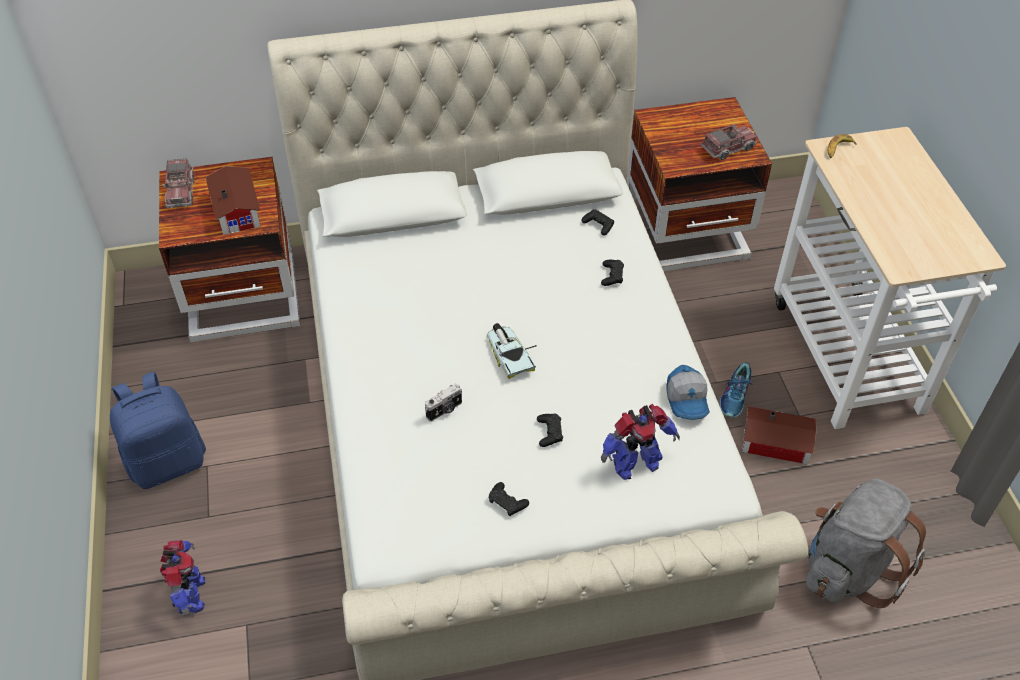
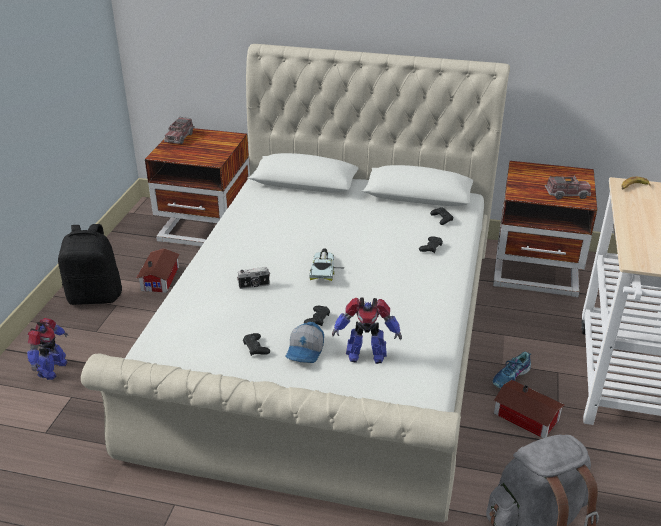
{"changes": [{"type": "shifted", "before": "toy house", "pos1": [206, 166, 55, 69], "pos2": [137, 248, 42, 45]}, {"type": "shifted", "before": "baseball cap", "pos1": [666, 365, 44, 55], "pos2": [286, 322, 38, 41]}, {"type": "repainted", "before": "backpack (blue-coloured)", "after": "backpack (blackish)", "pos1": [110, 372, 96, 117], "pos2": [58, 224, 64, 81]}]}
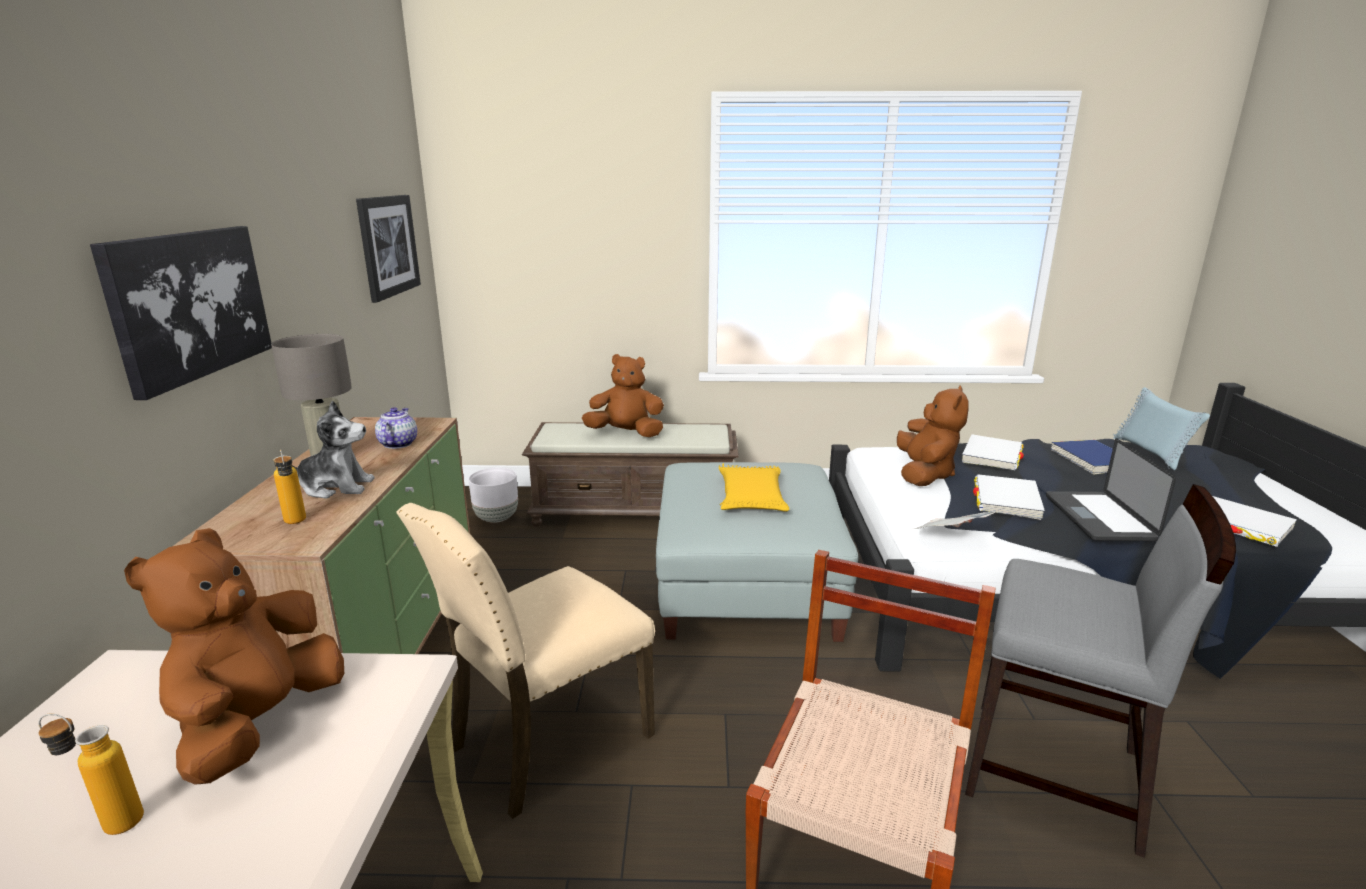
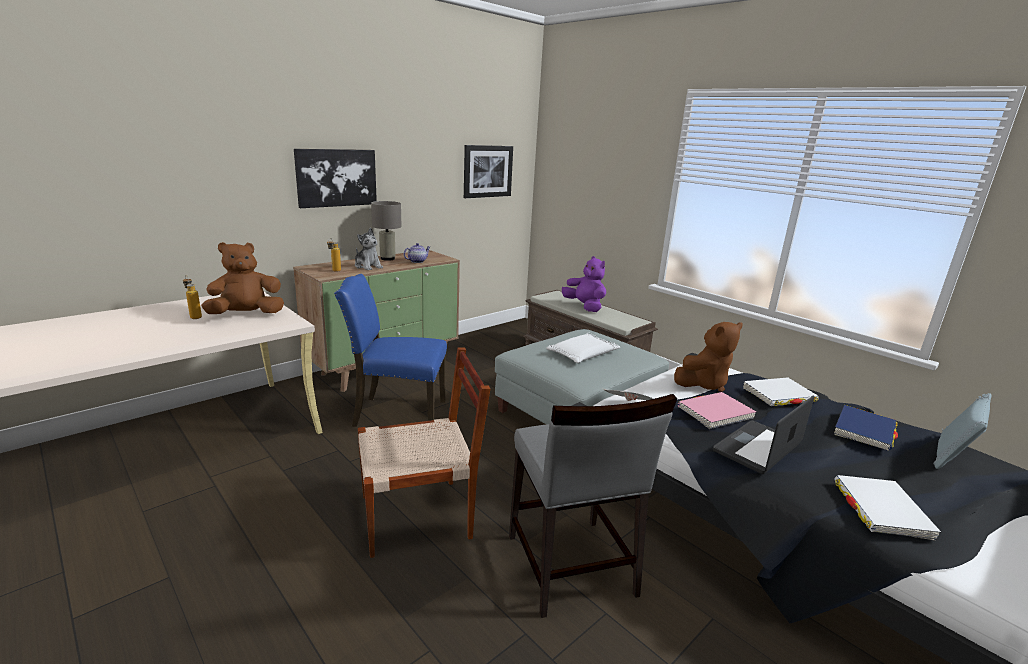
{"changes": [{"type": "repainted", "before": "soft toy (brown-coloured)", "after": "soft toy (purple)", "pos1": [582, 354, 82, 83], "pos2": [562, 256, 44, 56]}, {"type": "repainted", "before": "throw pillow (yellowish)", "after": "throw pillow (whitish)", "pos1": [719, 464, 71, 48], "pos2": [546, 332, 74, 31]}, {"type": "gone", "before": "flower pot (whitish)", "pos1": [468, 468, 50, 55]}, {"type": "repainted", "before": "bound book (whitish)", "after": "bound book (pink)", "pos1": [973, 474, 72, 46], "pos2": [678, 392, 78, 37]}, {"type": "repainted", "before": "chair (beige-coloured)", "after": "chair (blue-coloured)", "pos1": [396, 503, 259, 316], "pos2": [334, 274, 113, 153]}]}
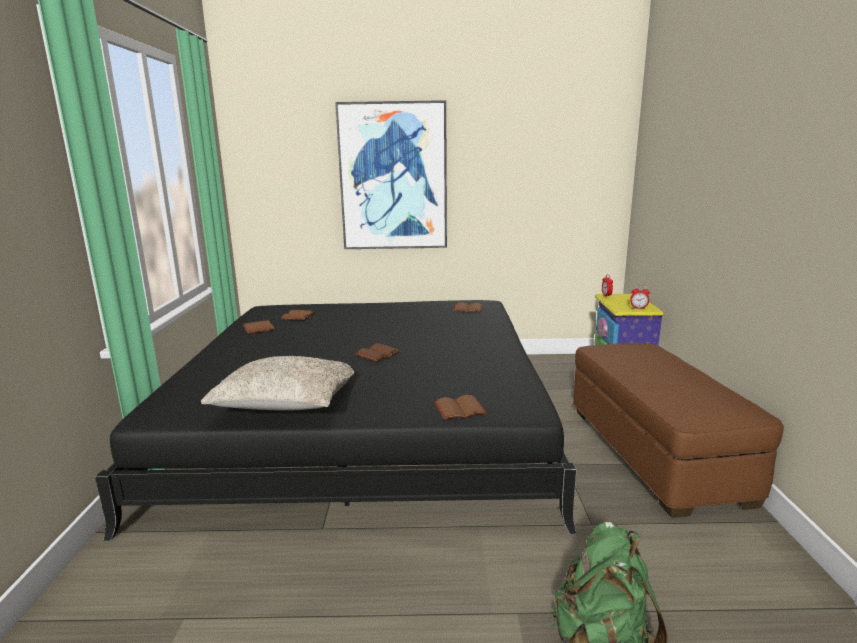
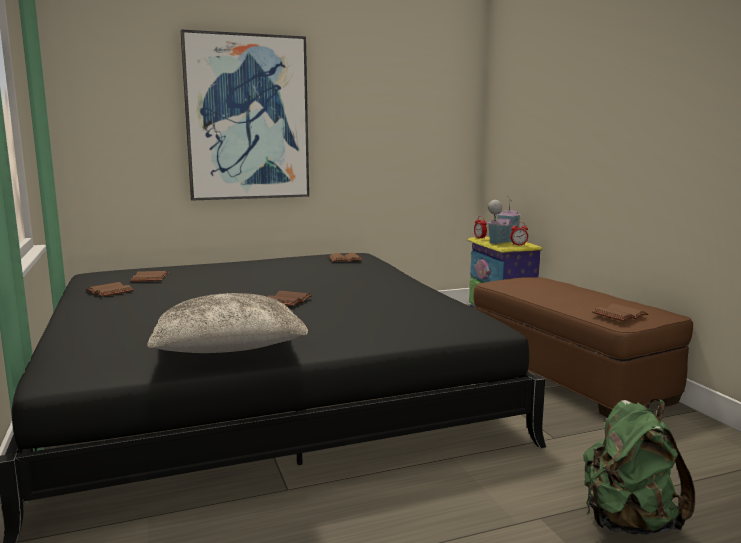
{"changes": [{"type": "shifted", "before": "bound book (brown-coloured)", "pos1": [434, 395, 53, 25], "pos2": [592, 304, 56, 17]}, {"type": "new", "after": "toy house", "pos2": [487, 197, 34, 47]}]}
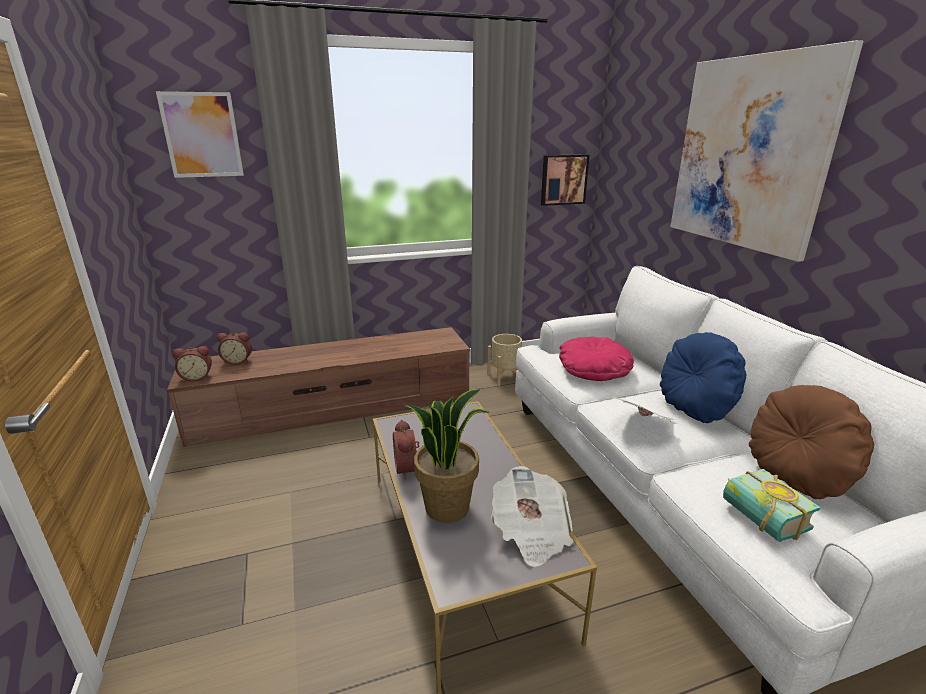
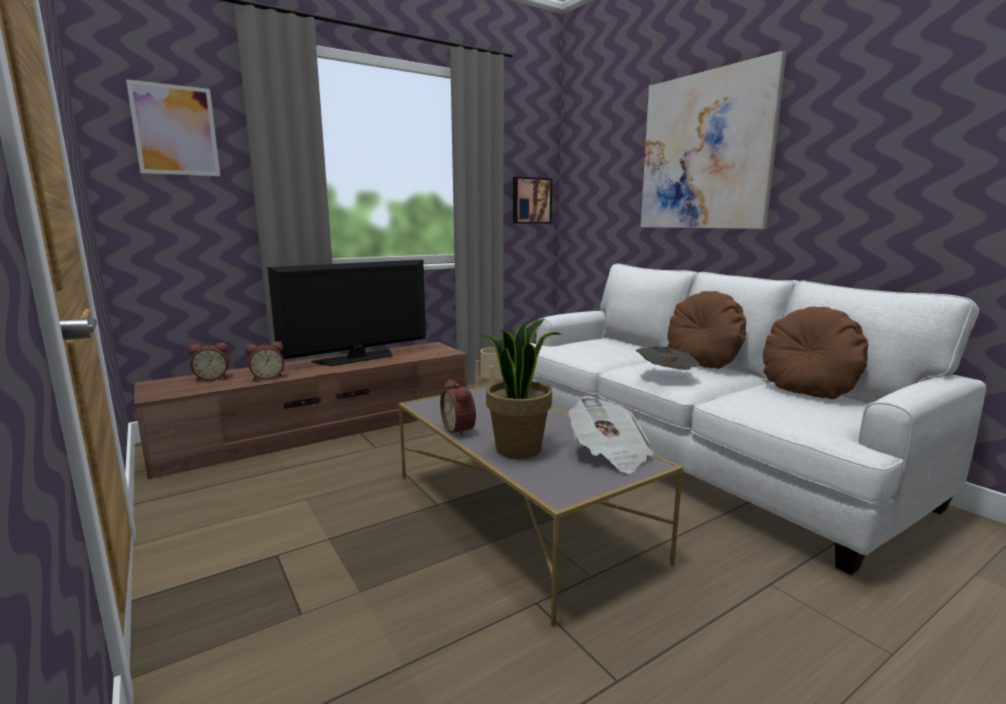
{"changes": [{"type": "repainted", "before": "throw pillow (blue-coloured)", "after": "throw pillow (brown-coloured)", "pos1": [660, 332, 86, 91], "pos2": [667, 291, 79, 78]}, {"type": "gone", "before": "throw pillow (pink)", "pos1": [559, 337, 75, 44]}, {"type": "shifted", "before": "alarm clock", "pos1": [173, 346, 39, 36], "pos2": [245, 341, 39, 39]}, {"type": "gone", "before": "bound book", "pos1": [723, 469, 98, 73]}, {"type": "new", "after": "TV set", "pos2": [267, 259, 159, 107]}]}
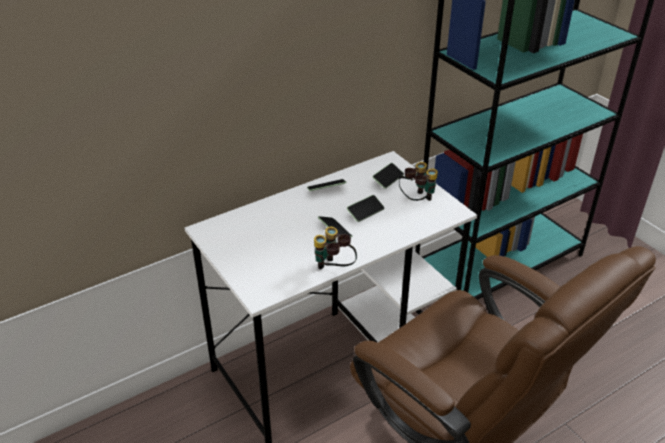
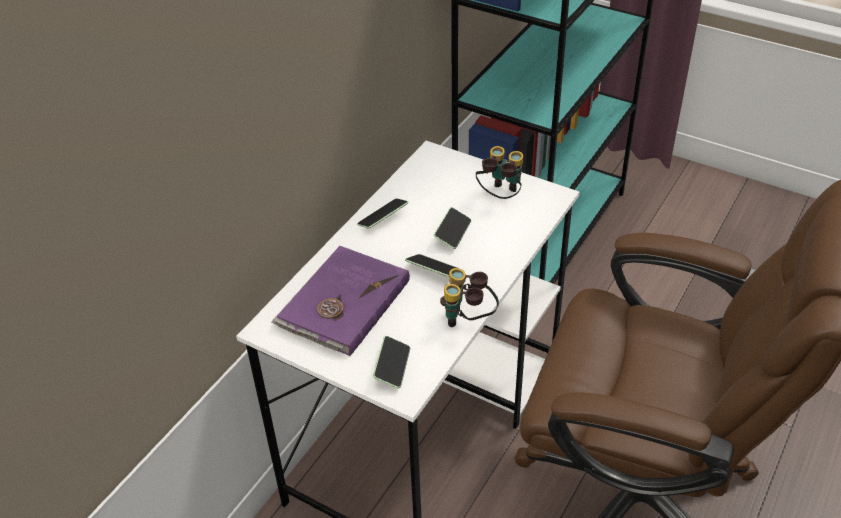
{"changes": [{"type": "shifted", "before": "telephone", "pos1": [372, 163, 32, 25], "pos2": [373, 336, 37, 52]}, {"type": "new", "after": "bound book (purple)", "pos2": [271, 246, 139, 110]}]}
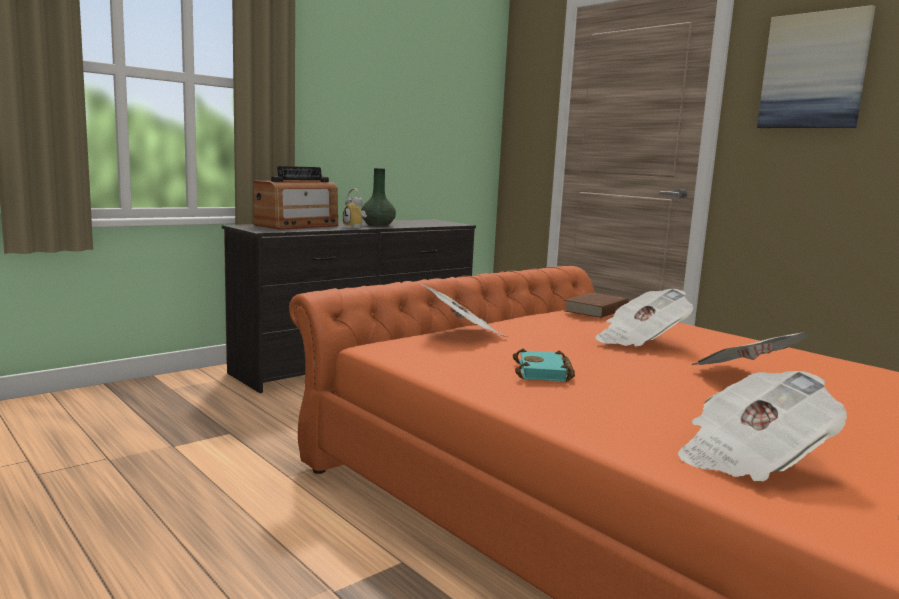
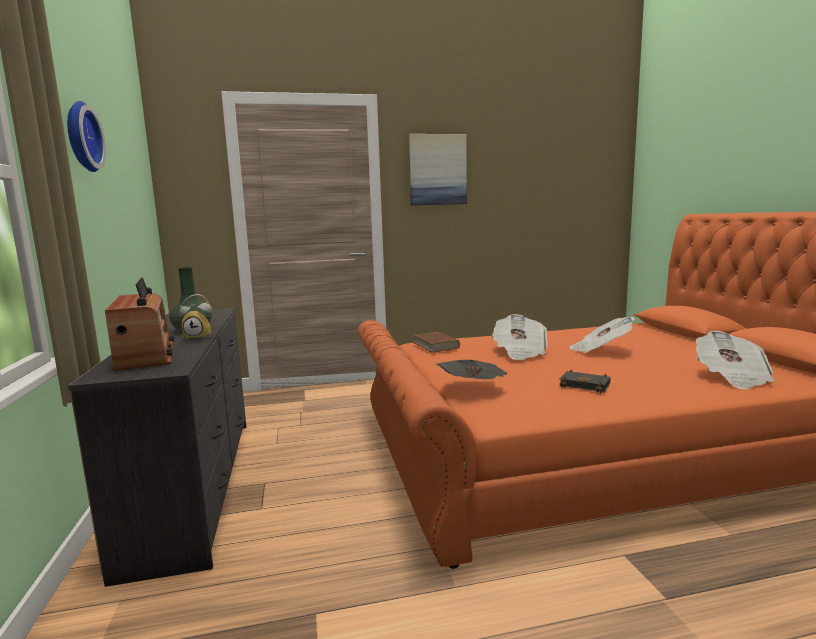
{"changes": [{"type": "repainted", "before": "bound book (turquoise-coloured)", "after": "bound book (blackish)", "pos1": [513, 349, 62, 33], "pos2": [559, 370, 52, 23]}, {"type": "new", "after": "wall clock", "pos2": [67, 101, 39, 71]}]}
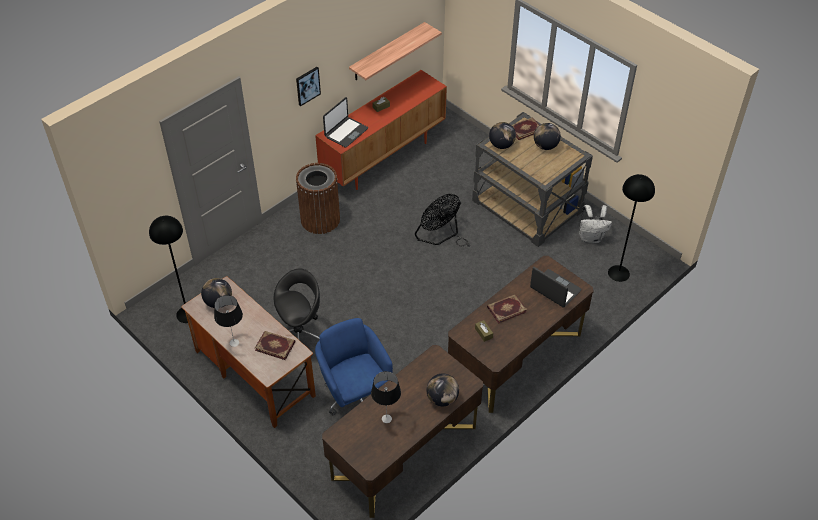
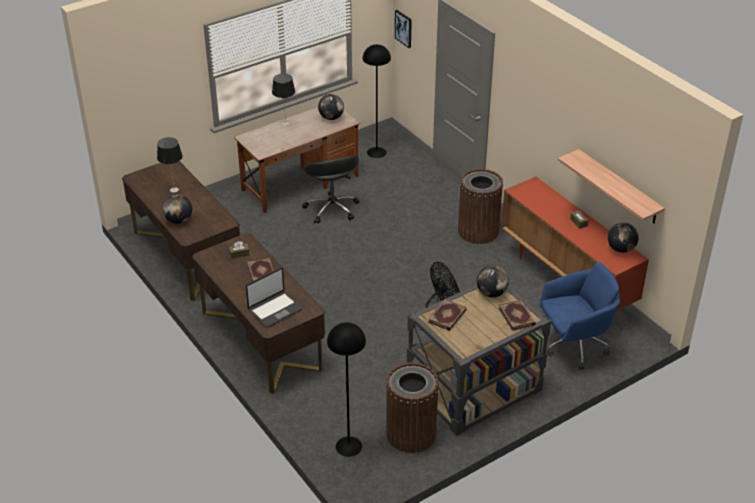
{"changes": [{"type": "shifted", "before": "wall art", "pos1": [296, 67, 25, 39], "pos2": [395, 10, 17, 38]}, {"type": "gone", "before": "portable computer", "pos1": [323, 97, 45, 51]}, {"type": "shifted", "before": "globe", "pos1": [534, 123, 27, 27], "pos2": [608, 222, 31, 31]}, {"type": "swapped", "before": "backpack (whitish)", "after": "trash can (brown-coloured)", "pos1": [579, 205, 33, 38], "pos2": [386, 362, 53, 91]}, {"type": "shifted", "before": "office chair (blue-coloured)", "pos1": [315, 318, 78, 98], "pos2": [540, 262, 80, 108]}, {"type": "shifted", "before": "bound book", "pos1": [255, 331, 40, 29], "pos2": [428, 299, 39, 32]}]}
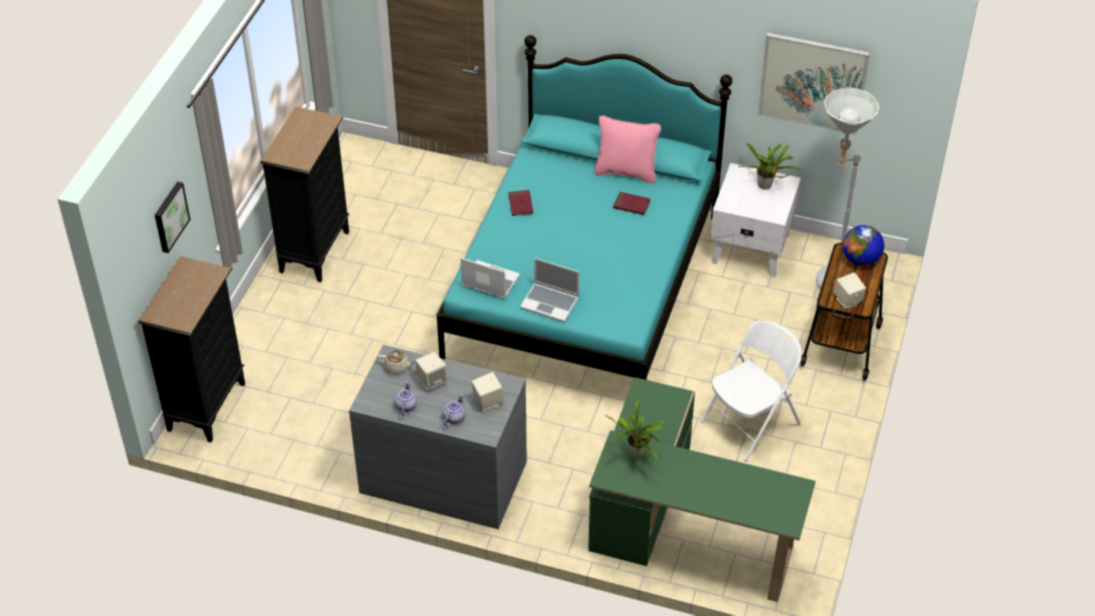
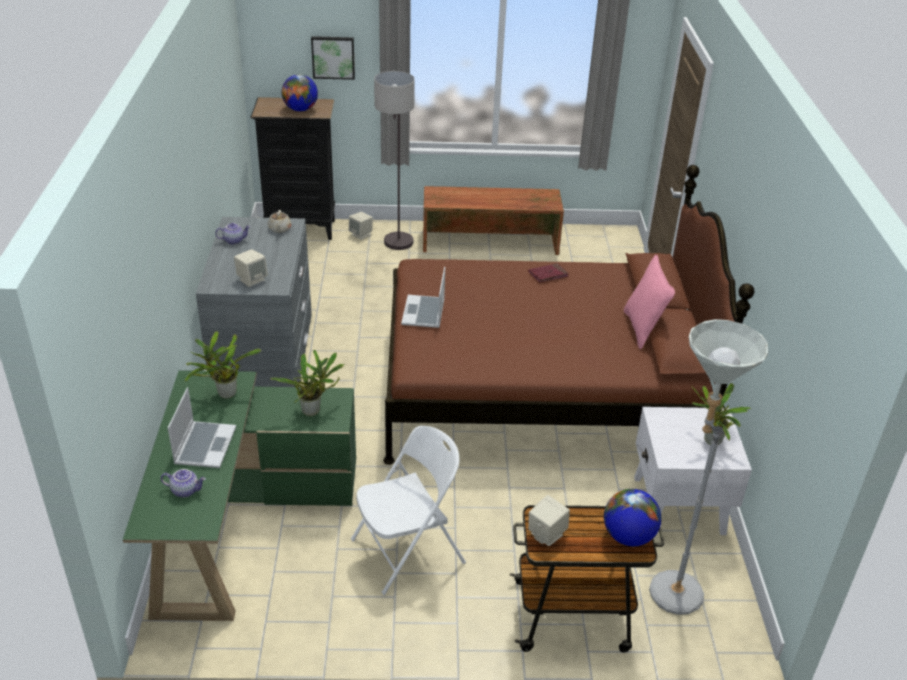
{"changes": [{"type": "gone", "before": "wall art", "pos1": [757, 33, 113, 102]}, {"type": "repainted", "before": "sleeping bed (turquoise-coloured)", "after": "sleeping bed (brown-coloured)", "pos1": [437, 35, 295, 345], "pos2": [383, 165, 371, 300]}, {"type": "swapped", "before": "drawer chest (blackish)", "after": "bench (brown-coloured)", "pos1": [260, 106, 90, 176], "pos2": [423, 186, 141, 69]}, {"type": "gone", "before": "bound book (reddish)", "pos1": [613, 192, 38, 23]}, {"type": "shifted", "before": "portable computer", "pos1": [461, 258, 59, 41], "pos2": [168, 387, 68, 81]}, {"type": "rotated", "before": "chair (whitish)", "pos1": [700, 321, 102, 141], "pos2": [351, 426, 115, 169], "turn": -60}, {"type": "shifted", "before": "speaker (beige-coloured)", "pos1": [416, 352, 32, 39], "pos2": [349, 212, 24, 28]}, {"type": "shifted", "before": "teapot", "pos1": [443, 395, 22, 31], "pos2": [161, 469, 45, 29]}, {"type": "new", "after": "standard lamp (grey)", "pos2": [374, 71, 41, 179]}, {"type": "new", "after": "globe", "pos2": [282, 74, 36, 37]}, {"type": "new", "after": "potted plant", "pos2": [270, 350, 75, 66]}]}
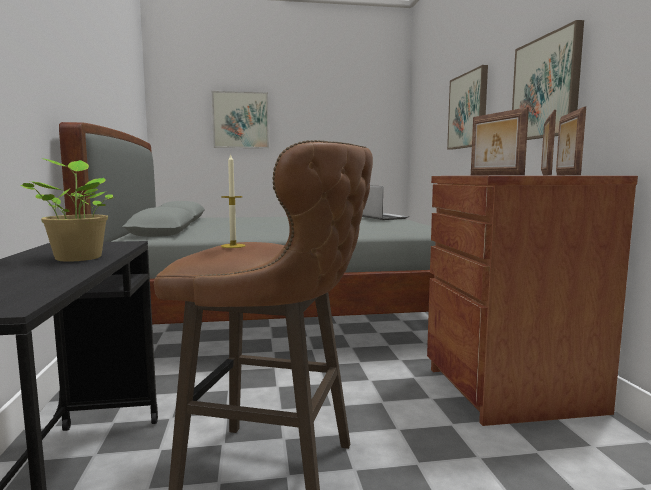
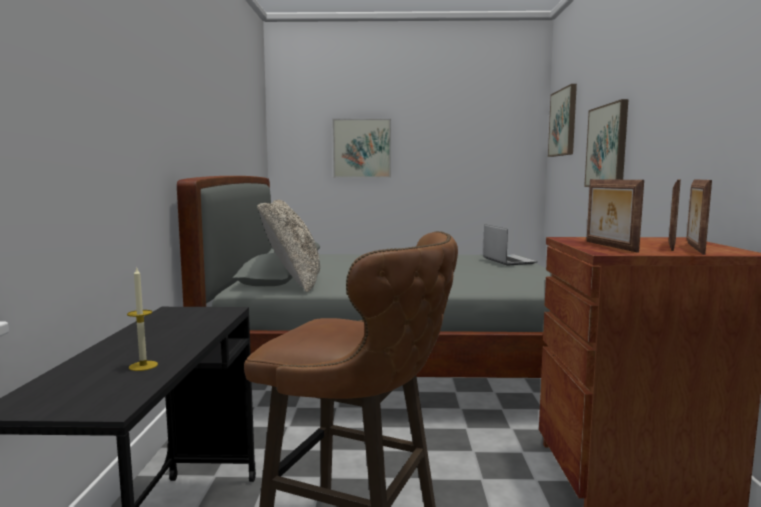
{"changes": [{"type": "shifted", "before": "wall art", "pos1": [512, 20, 72, 120], "pos2": [548, 84, 29, 73]}, {"type": "shifted", "before": "wax candle", "pos1": [221, 153, 24, 95], "pos2": [127, 266, 31, 105]}, {"type": "gone", "before": "potted plant", "pos1": [20, 158, 94, 103]}, {"type": "new", "after": "throw pillow (beige-coloured)", "pos2": [257, 200, 63, 92]}]}
